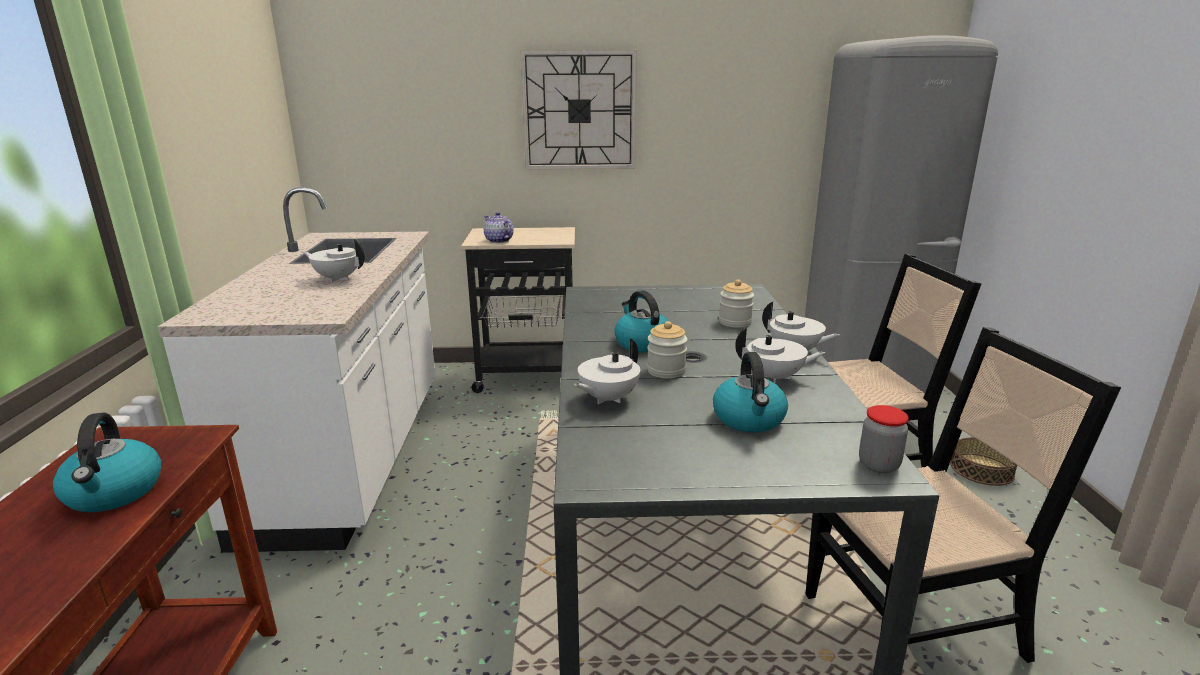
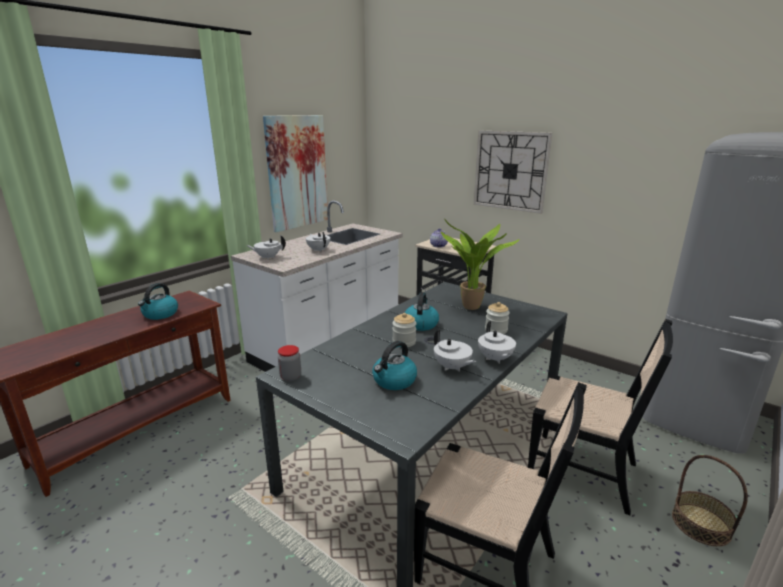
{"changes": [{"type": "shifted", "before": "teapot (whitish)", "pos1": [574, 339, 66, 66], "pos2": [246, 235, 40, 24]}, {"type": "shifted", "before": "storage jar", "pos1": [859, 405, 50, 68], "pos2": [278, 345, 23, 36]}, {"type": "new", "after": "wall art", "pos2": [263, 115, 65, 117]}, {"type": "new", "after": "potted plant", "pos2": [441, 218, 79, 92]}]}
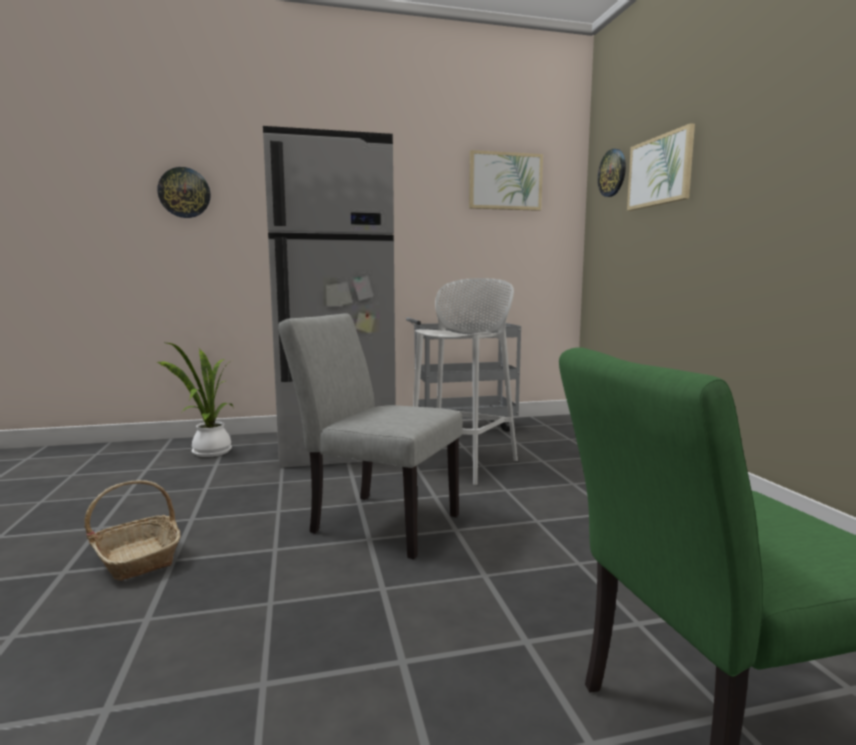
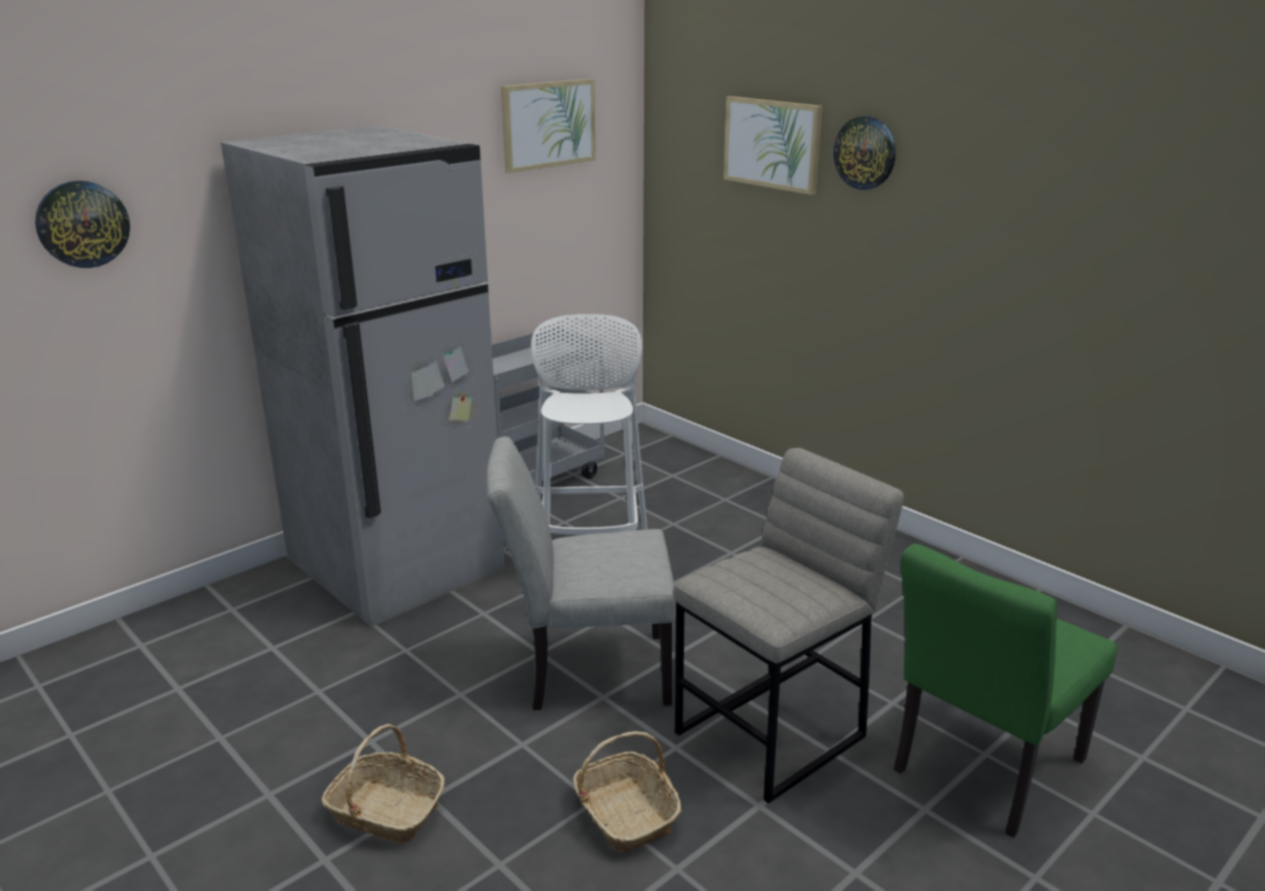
{"changes": [{"type": "shifted", "before": "wall clock", "pos1": [598, 149, 28, 48], "pos2": [833, 116, 63, 74]}, {"type": "gone", "before": "potted plant", "pos1": [158, 343, 75, 114]}, {"type": "new", "after": "chair (grey)", "pos2": [673, 448, 231, 356]}, {"type": "new", "after": "household basket", "pos2": [573, 731, 109, 122]}]}
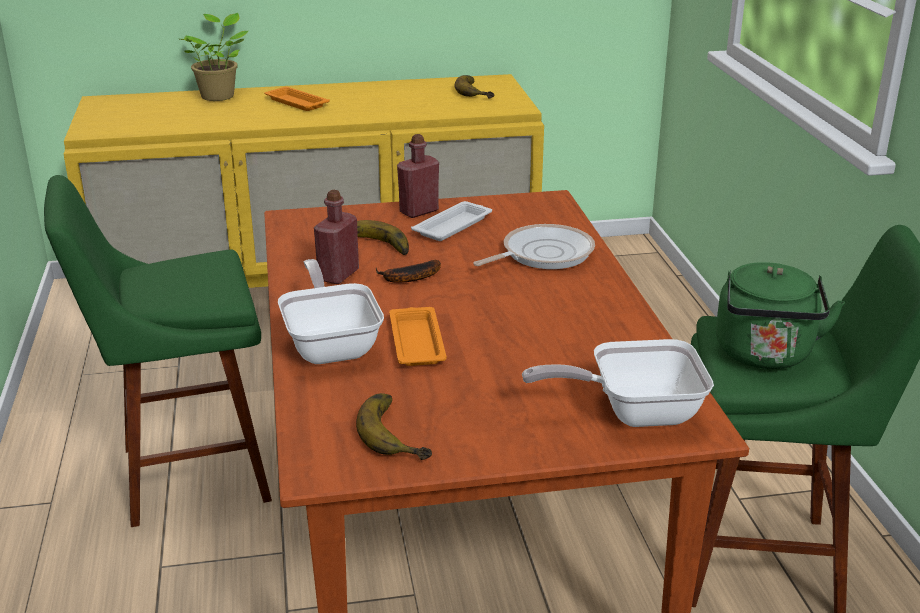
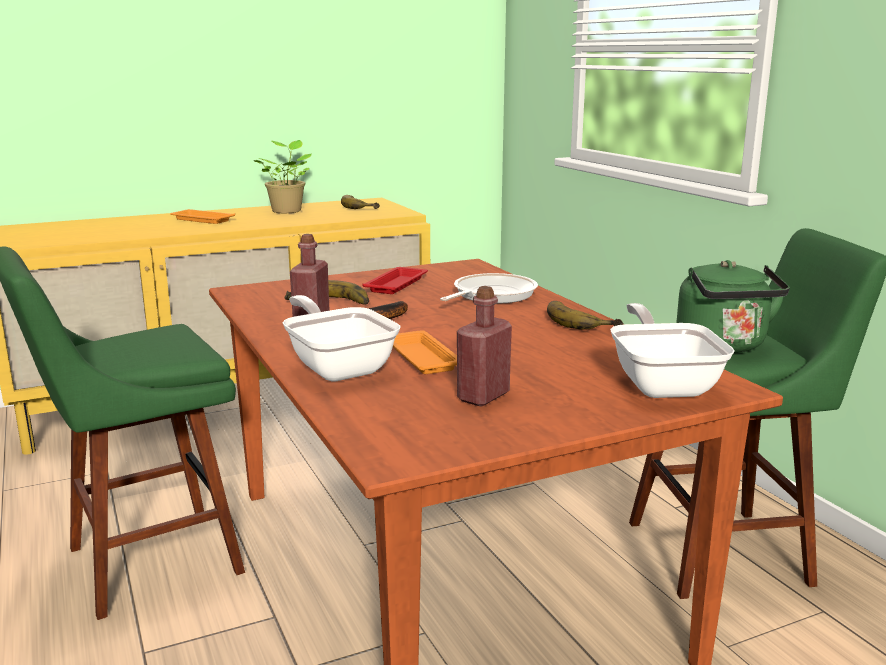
{"changes": [{"type": "shifted", "before": "potted plant", "pos1": [180, 13, 68, 88], "pos2": [254, 140, 57, 73]}, {"type": "shifted", "before": "bottle (reddish)", "pos1": [397, 134, 42, 84], "pos2": [457, 286, 55, 120]}, {"type": "repainted", "before": "serving tray (whitish)", "after": "serving tray (reddish)", "pos1": [411, 201, 81, 40], "pos2": [363, 267, 65, 27]}, {"type": "rotated", "before": "frying pan", "pos1": [522, 339, 192, 88], "pos2": [610, 303, 125, 95], "turn": 105}, {"type": "shifted", "before": "whole banana", "pos1": [356, 393, 76, 67], "pos2": [547, 301, 77, 29]}]}
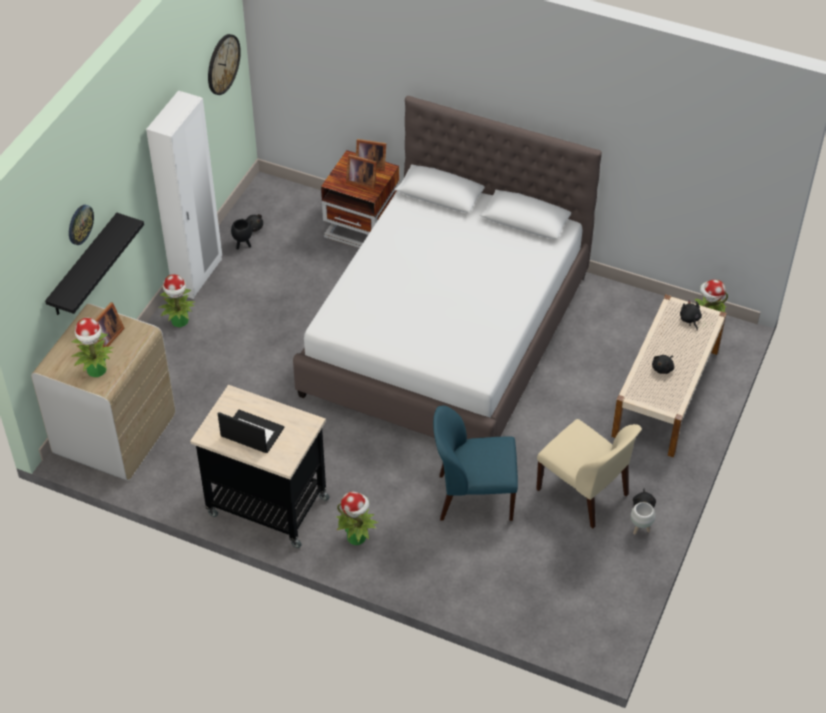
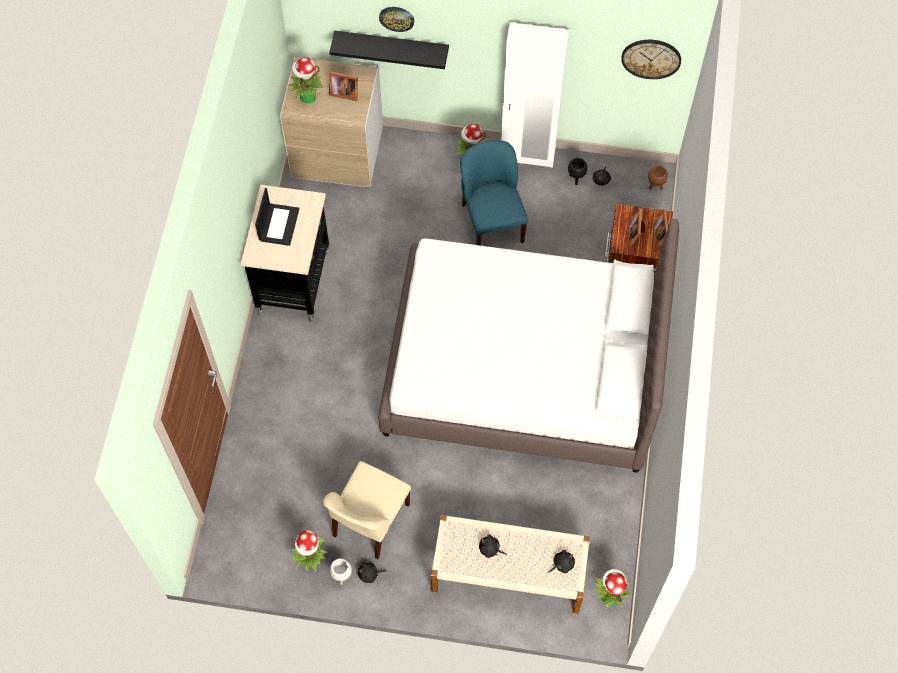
{"changes": [{"type": "shifted", "before": "chair (blue-coloured)", "pos1": [433, 405, 85, 116], "pos2": [460, 140, 68, 106]}, {"type": "shifted", "before": "potted plant", "pos1": [336, 492, 43, 53], "pos2": [290, 530, 38, 42]}, {"type": "new", "after": "flower pot (brown-coloured)", "pos2": [648, 165, 20, 25]}]}
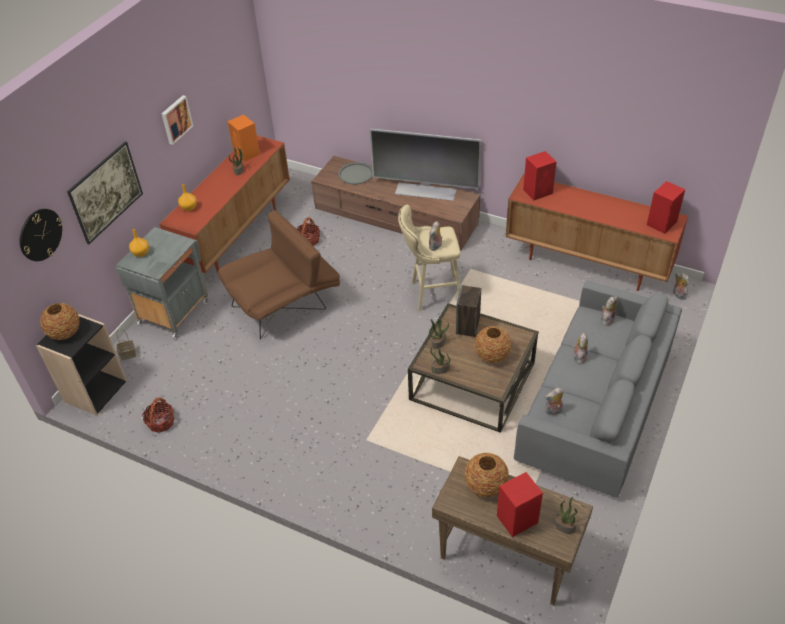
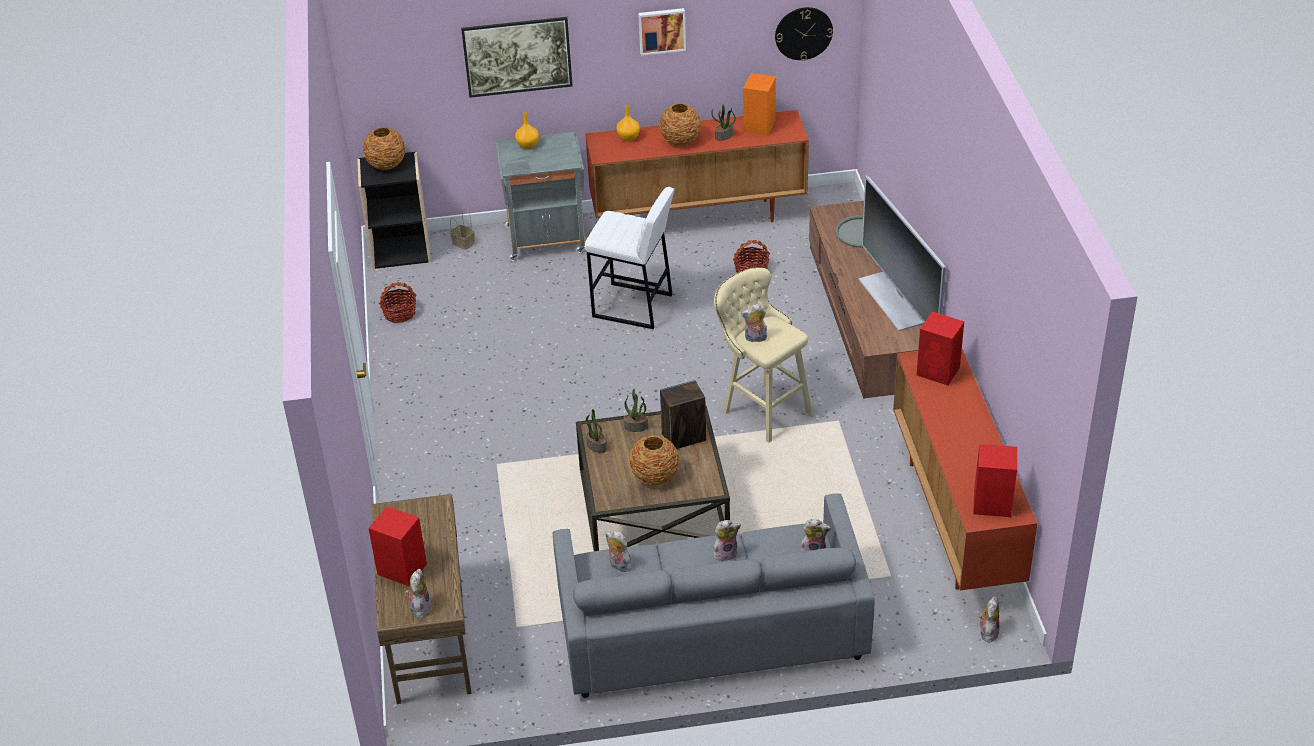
{"changes": [{"type": "shifted", "before": "wall clock", "pos1": [20, 209, 42, 52], "pos2": [775, 7, 58, 54]}, {"type": "swapped", "before": "easy chair (brown-coloured)", "after": "stool seat (whitish)", "pos1": [218, 210, 122, 130], "pos2": [585, 187, 89, 142]}, {"type": "shifted", "before": "flower vase", "pos1": [465, 453, 44, 44], "pos2": [659, 104, 42, 42]}, {"type": "swapped", "before": "potted plant", "after": "soft toy", "pos1": [554, 497, 23, 37], "pos2": [406, 569, 25, 49]}]}
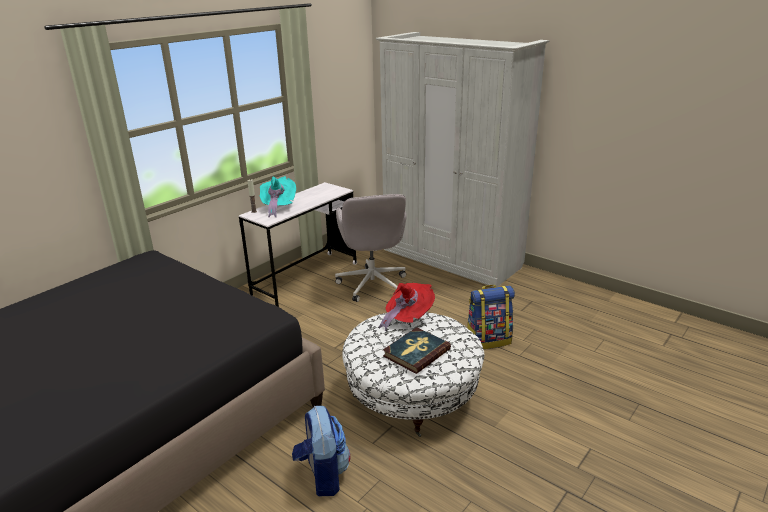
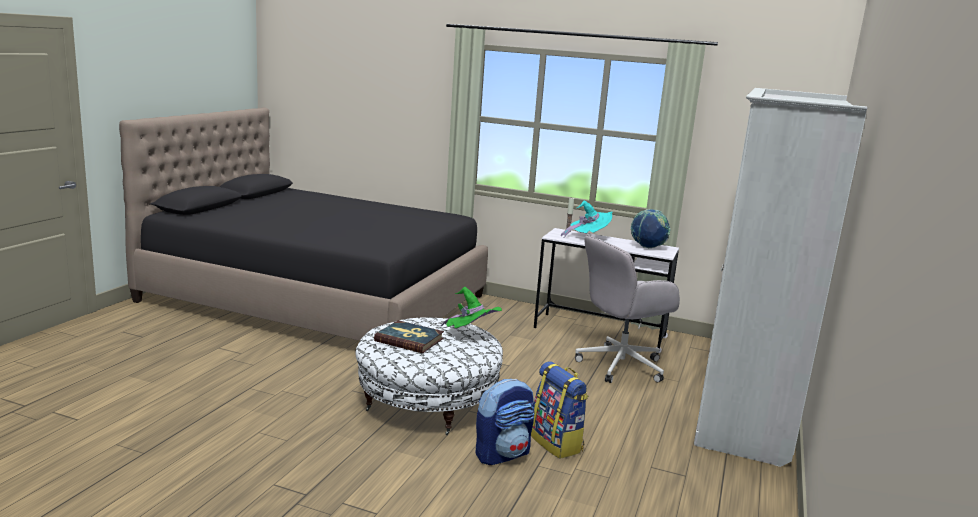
{"changes": [{"type": "repainted", "before": "clothing hat (reddish)", "after": "clothing hat (green)", "pos1": [379, 283, 56, 49], "pos2": [441, 287, 61, 41]}, {"type": "shifted", "before": "backpack", "pos1": [292, 406, 58, 90], "pos2": [475, 379, 60, 86]}, {"type": "new", "after": "globe", "pos2": [631, 209, 40, 39]}]}
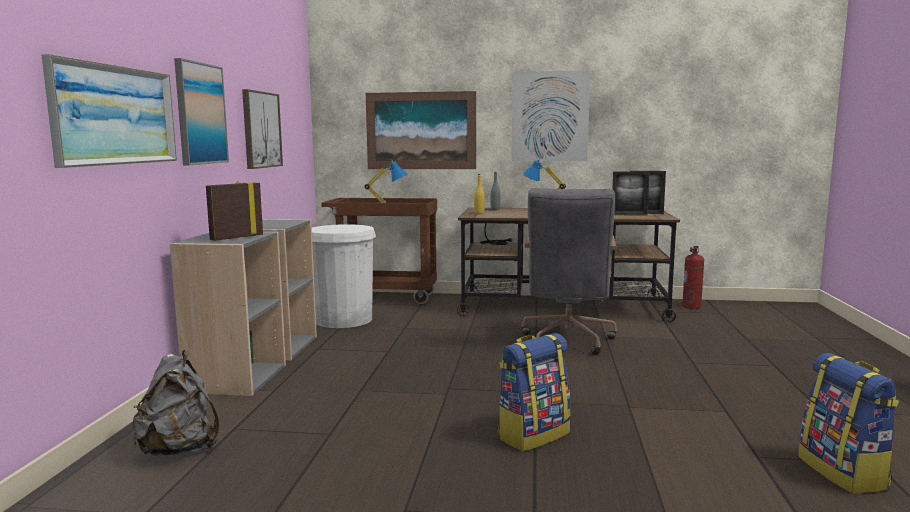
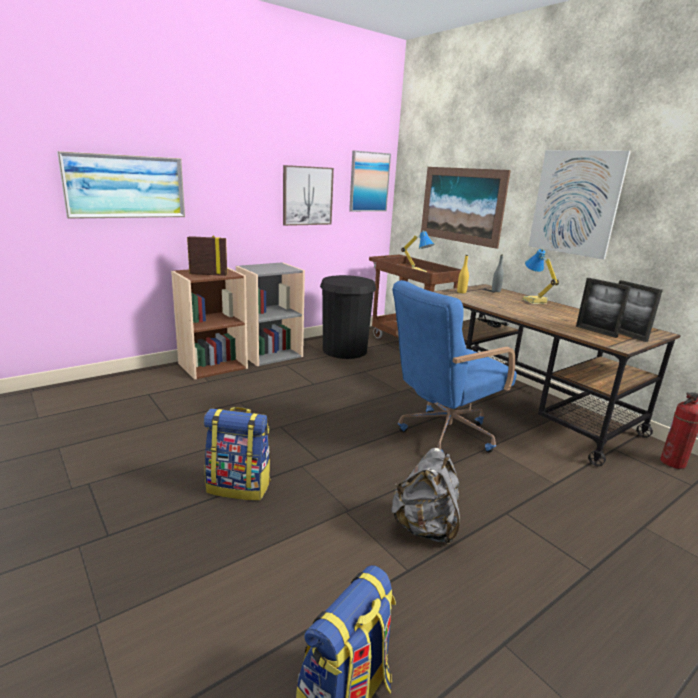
{"changes": [{"type": "shifted", "before": "wall art", "pos1": [174, 58, 55, 107], "pos2": [349, 150, 42, 62]}, {"type": "repainted", "before": "office chair (grey)", "after": "office chair (blue-coloured)", "pos1": [521, 188, 97, 167], "pos2": [392, 280, 125, 173]}, {"type": "repainted", "before": "trash can (whitish)", "after": "trash can (blackish)", "pos1": [312, 224, 64, 104], "pos2": [320, 275, 56, 84]}, {"type": "repainted", "before": "bookcase (grey)", "after": "bookcase (brown-coloured)", "pos1": [170, 232, 116, 164], "pos2": [171, 267, 77, 113]}, {"type": "shifted", "before": "backpack (grey)", "pos1": [132, 350, 87, 106], "pos2": [391, 448, 69, 97]}]}
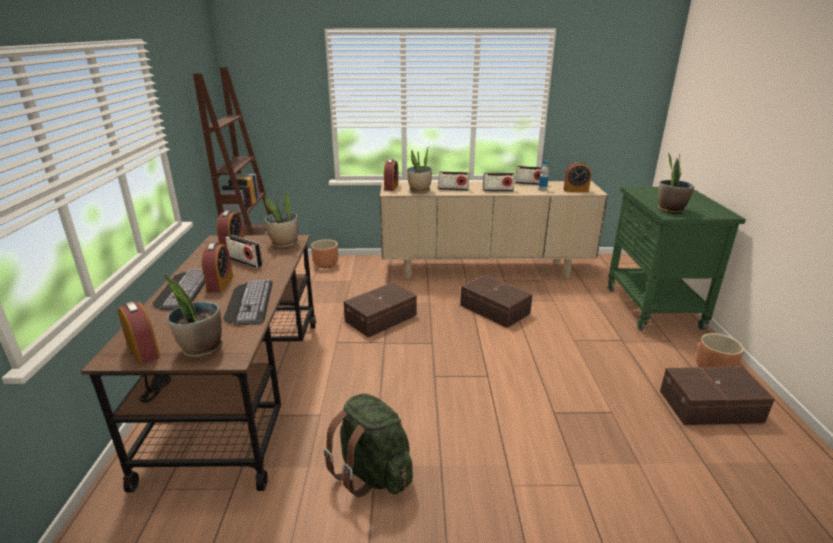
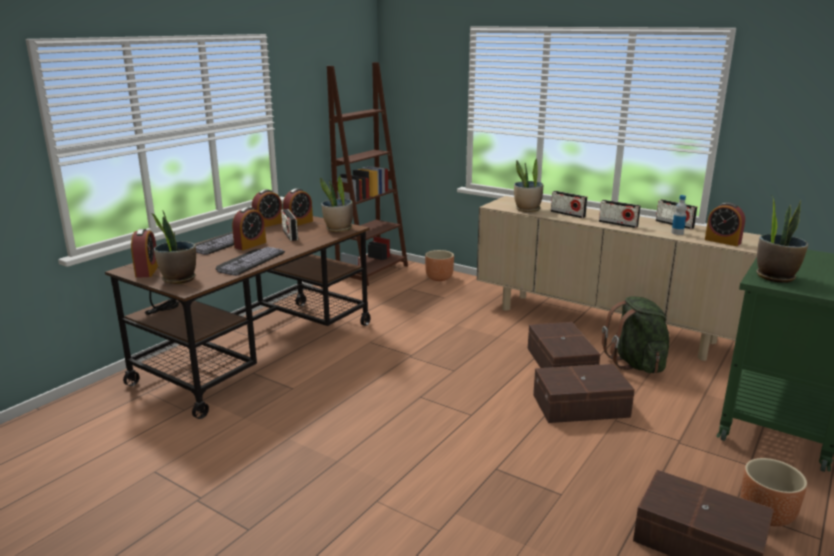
{"changes": [{"type": "shifted", "before": "alarm clock", "pos1": [384, 159, 15, 32], "pos2": [252, 189, 30, 38]}, {"type": "shifted", "before": "storage container (brown-coloured)", "pos1": [343, 282, 74, 55], "pos2": [533, 364, 102, 59]}, {"type": "shifted", "before": "backpack (green)", "pos1": [324, 393, 89, 105], "pos2": [602, 296, 68, 78]}]}
